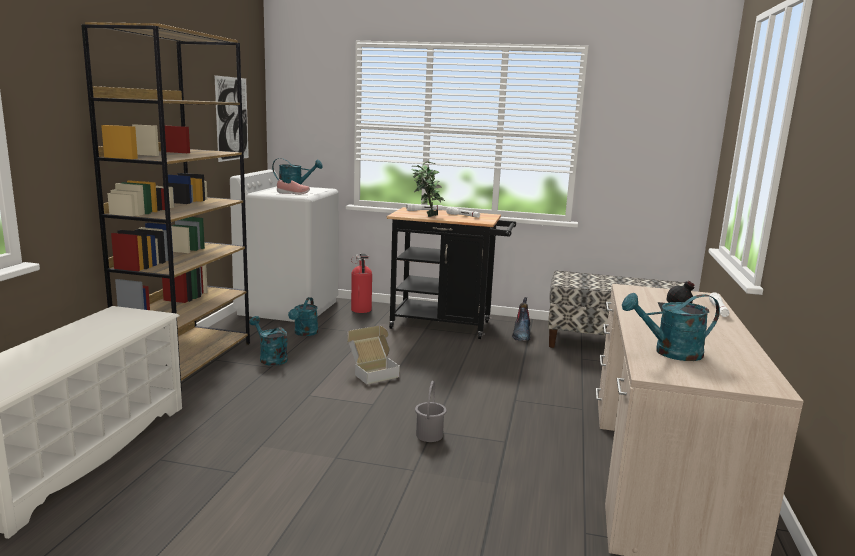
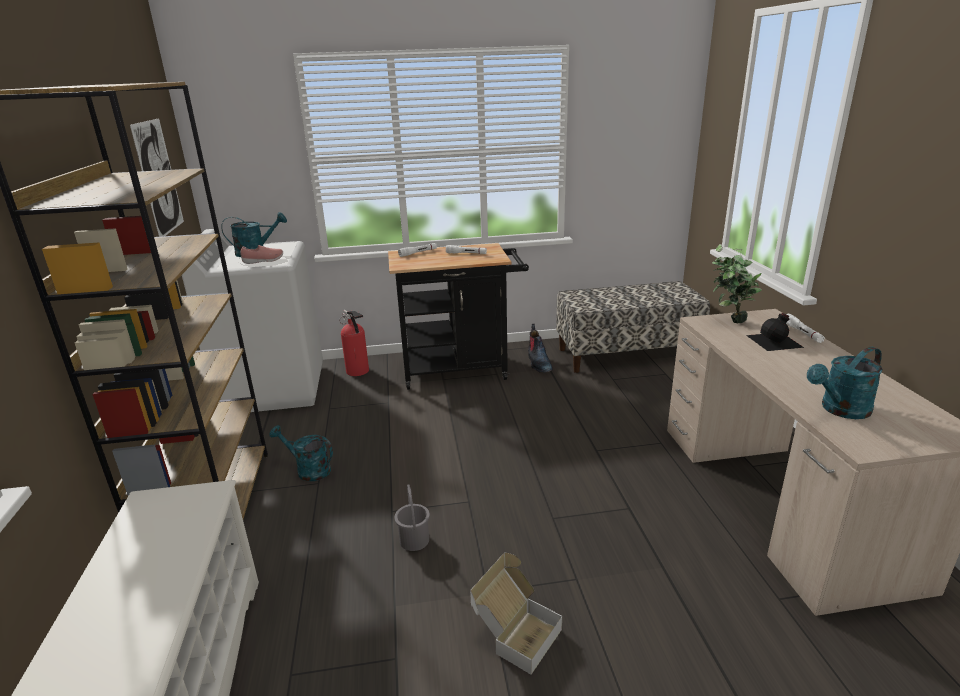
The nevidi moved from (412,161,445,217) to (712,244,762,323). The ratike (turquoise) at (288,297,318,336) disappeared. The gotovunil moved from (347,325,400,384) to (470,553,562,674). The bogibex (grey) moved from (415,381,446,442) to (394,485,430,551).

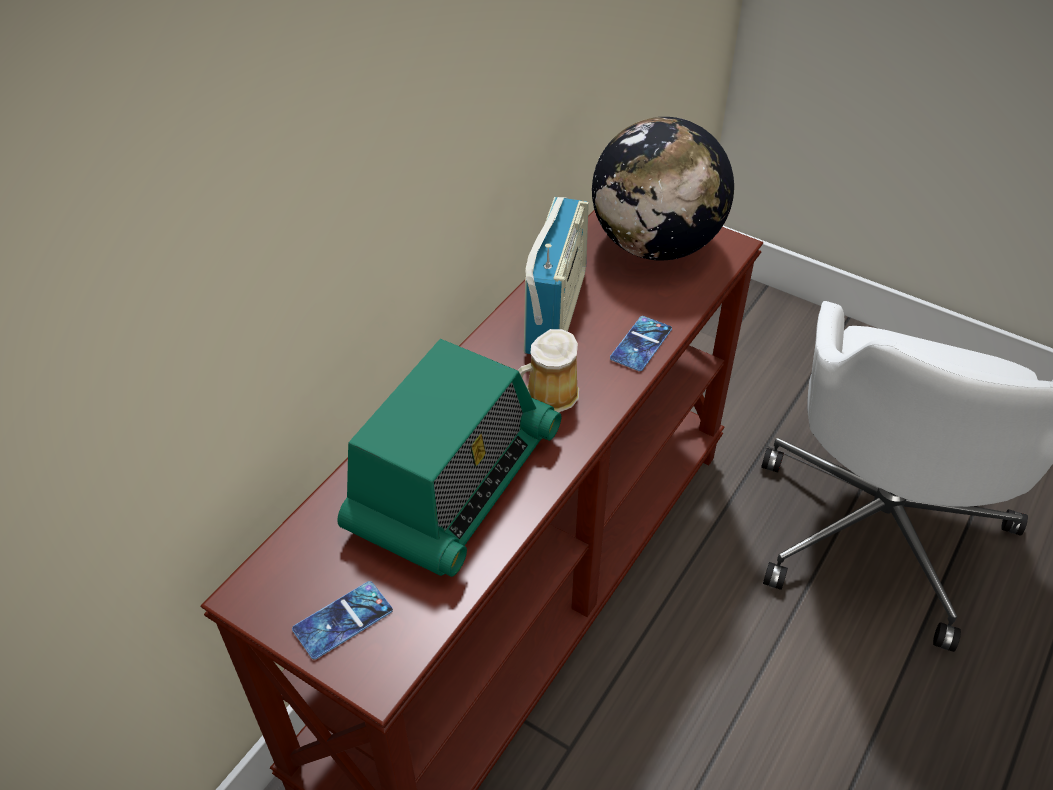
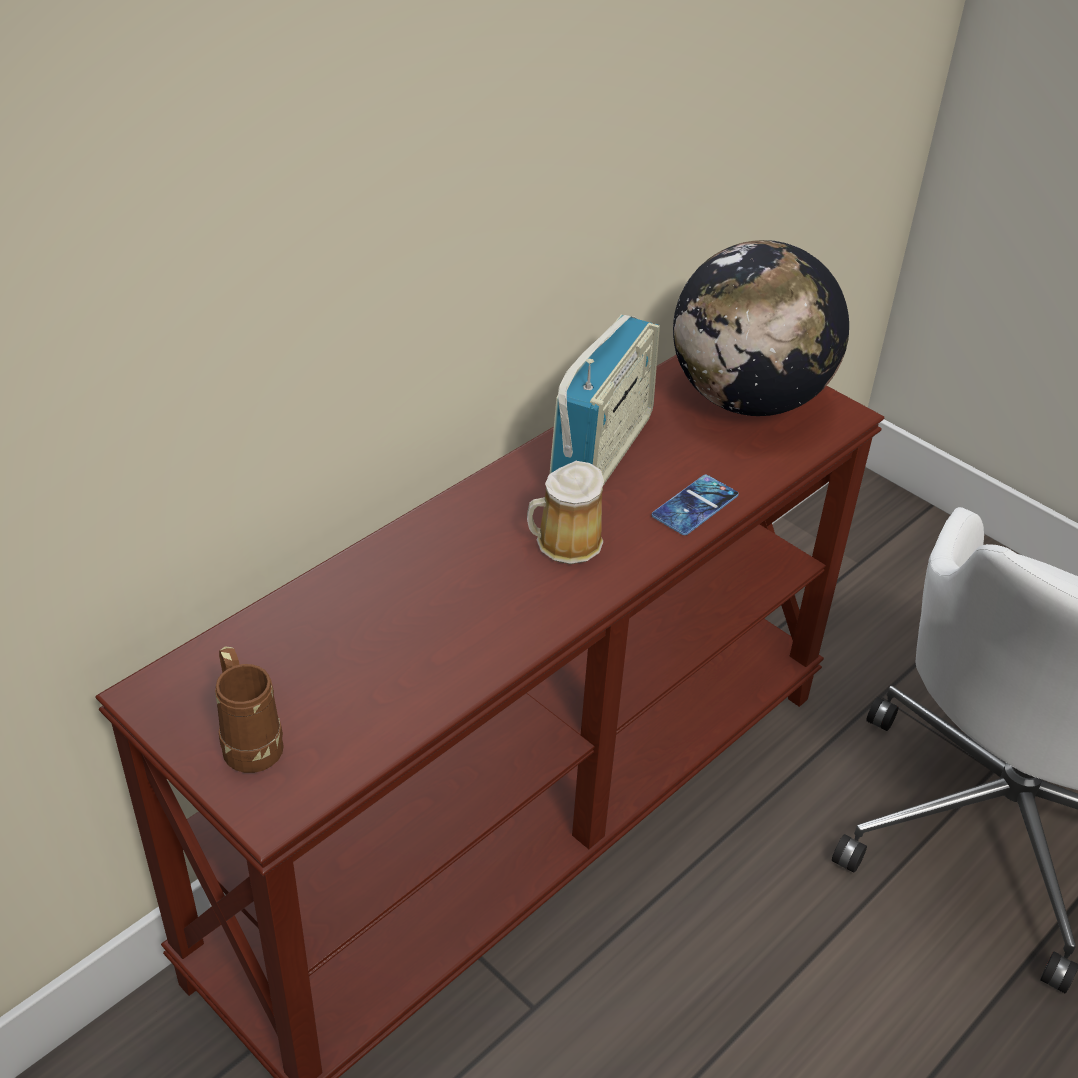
The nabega at (337,339,561,577) disappeared. The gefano at (292,581,393,659) was replaced by the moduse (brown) at (215,646,284,773).

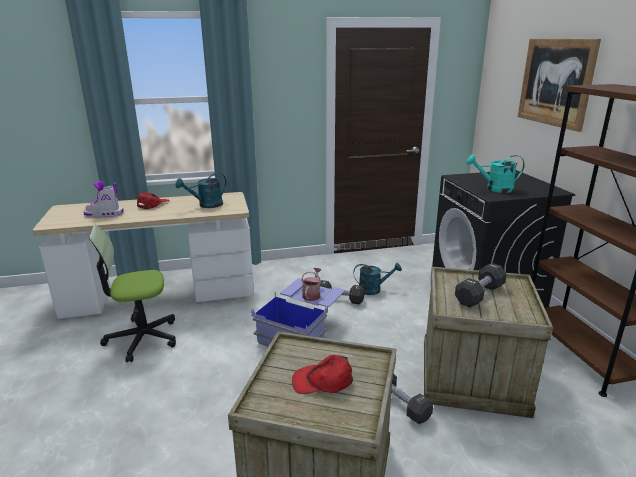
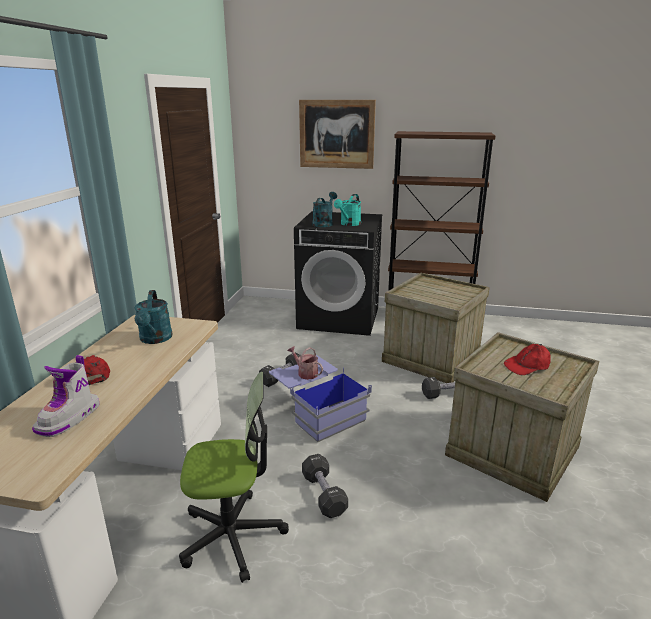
The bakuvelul at (89,225,176,362) turned 105 degrees counterclockwise. The ratike (turquoise) moved from (353,263,402,295) to (312,192,337,227). The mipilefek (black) moved from (455,263,507,307) to (302,454,348,518). The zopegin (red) at (292,355,353,394) turned 45 degrees clockwise.

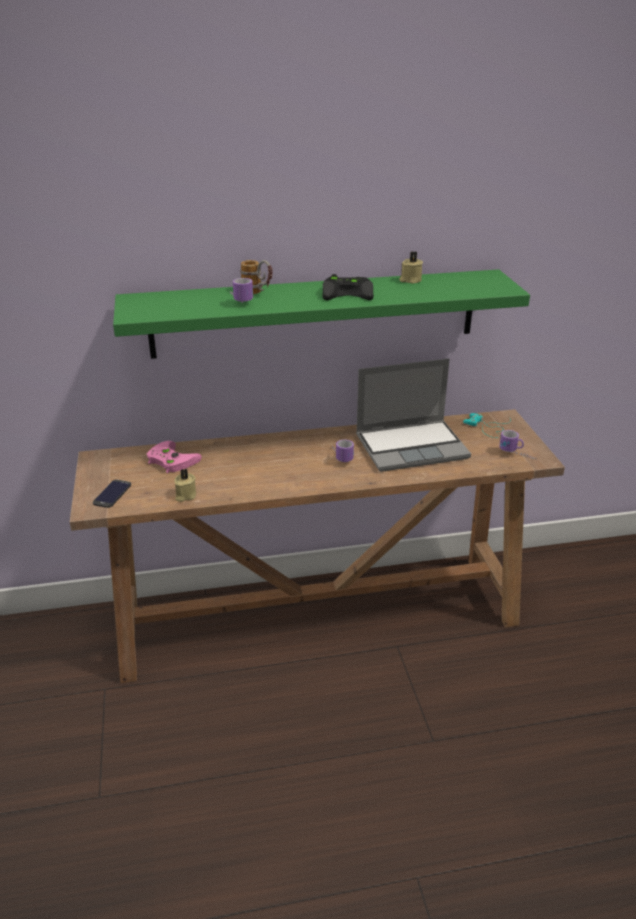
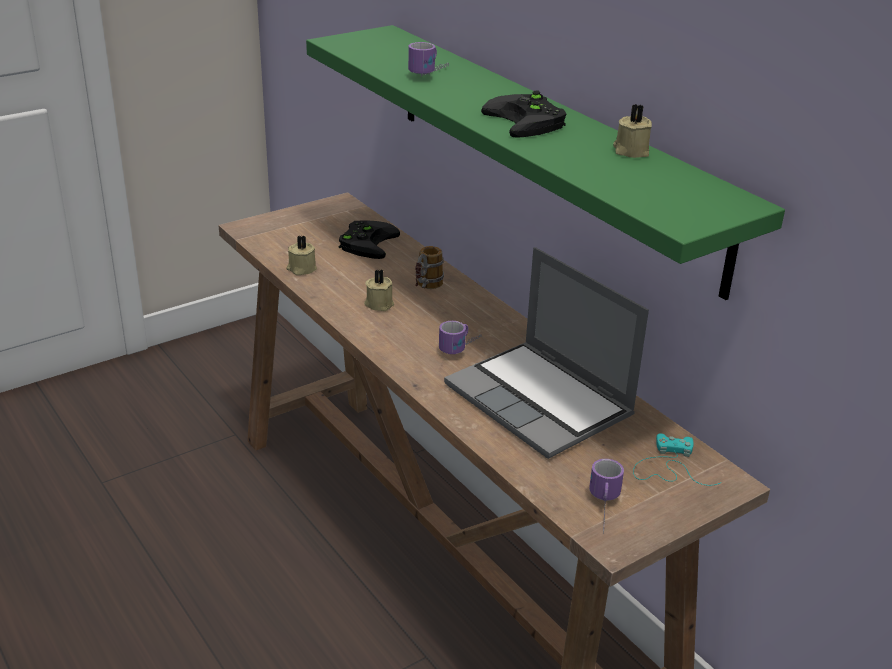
The moduse moved from (240,260,272,294) to (415,246,444,289). The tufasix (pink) at (146,441,202,473) became the tufasix (black) at (339,221,400,259). The gefano at (93,479,131,508) disappeared. The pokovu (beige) at (364,270,394,311) appeared.

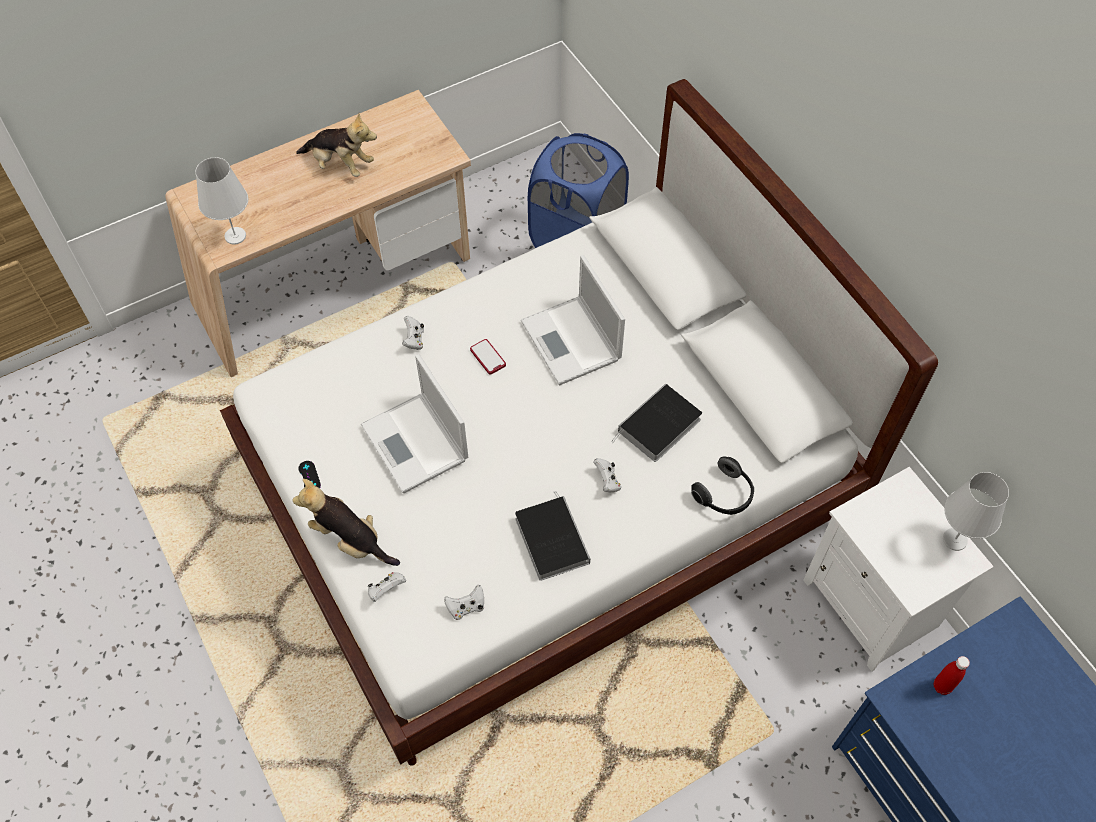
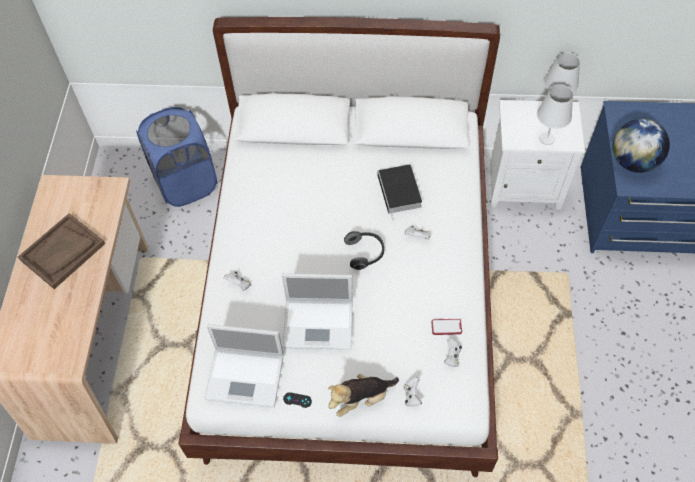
The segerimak at (296,113,377,177) was replaced by the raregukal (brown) at (18,213,105,289). The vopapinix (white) moved from (195,157,248,245) to (537,84,573,145). The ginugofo moved from (521,255,625,385) to (204,324,284,408). The gefano moved from (470,339,506,375) to (432,319,462,335). The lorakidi moved from (691,457,754,515) to (344,231,384,270). The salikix at (515,491,590,581) disappeared. The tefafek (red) at (934,656,970,695) was replaced by the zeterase at (613,119,670,173).

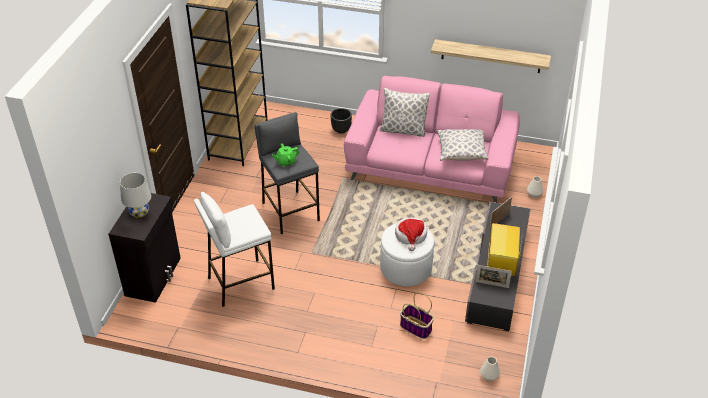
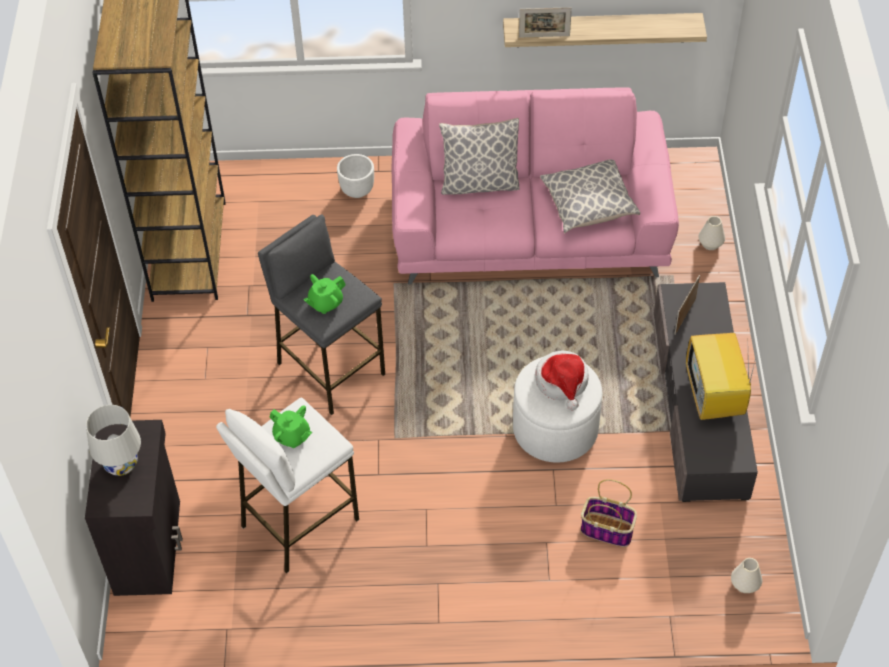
The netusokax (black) at (331,108,352,134) became the netusokax (white) at (337,154,374,198). The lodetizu moved from (475,265,512,288) to (519,7,572,38). The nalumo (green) at (270,405,312,448) appeared.

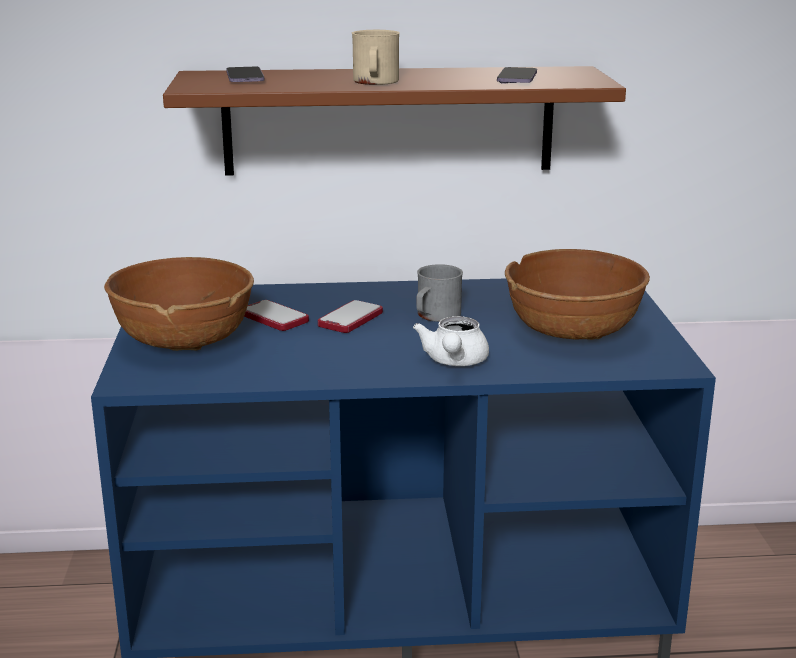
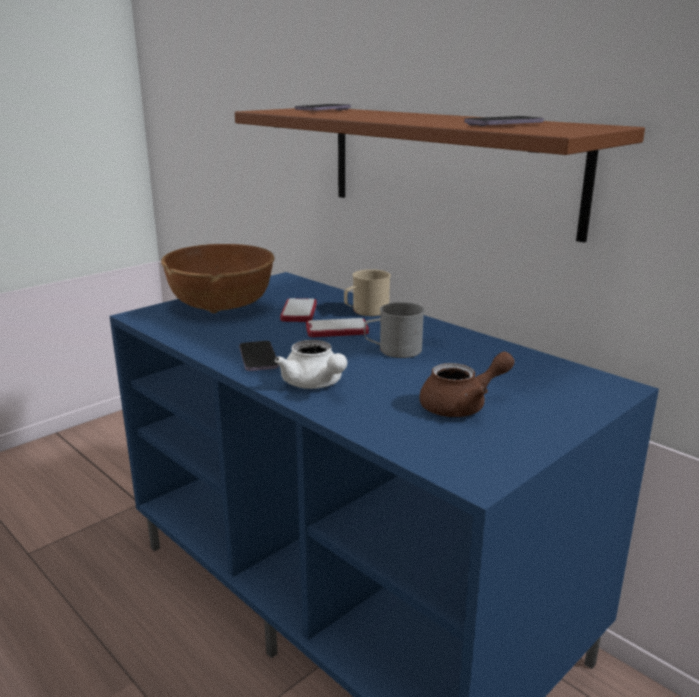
The moduse (beige) moved from (352,30,400,85) to (344,269,391,316). The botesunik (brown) at (505,249,650,340) was replaced by the nalumo (brown) at (419,351,515,417). The nalumo (white) at (413,316,489,366) turned 90 degrees counterclockwise. The gefano at (239,341,279,371) appeared.

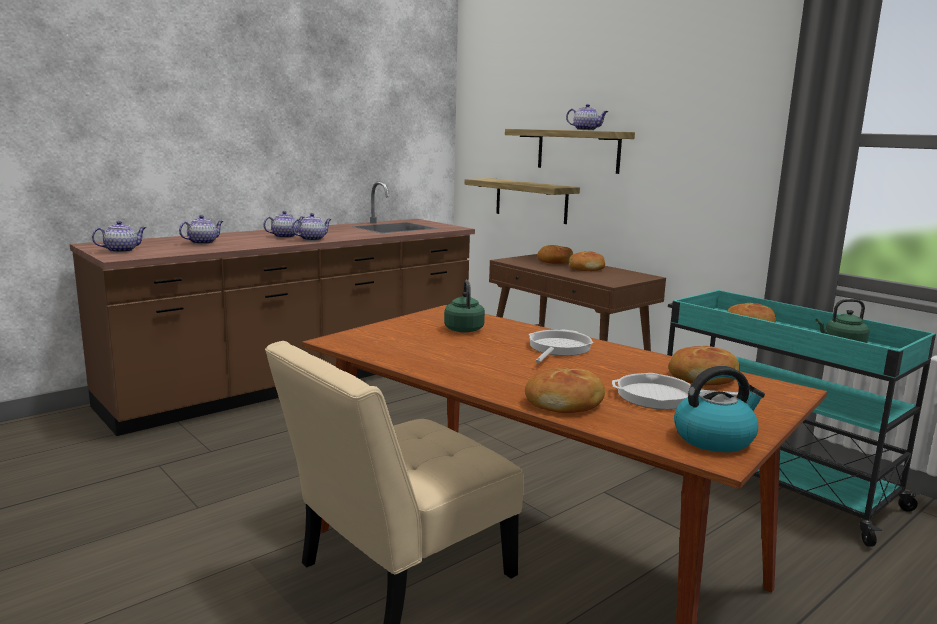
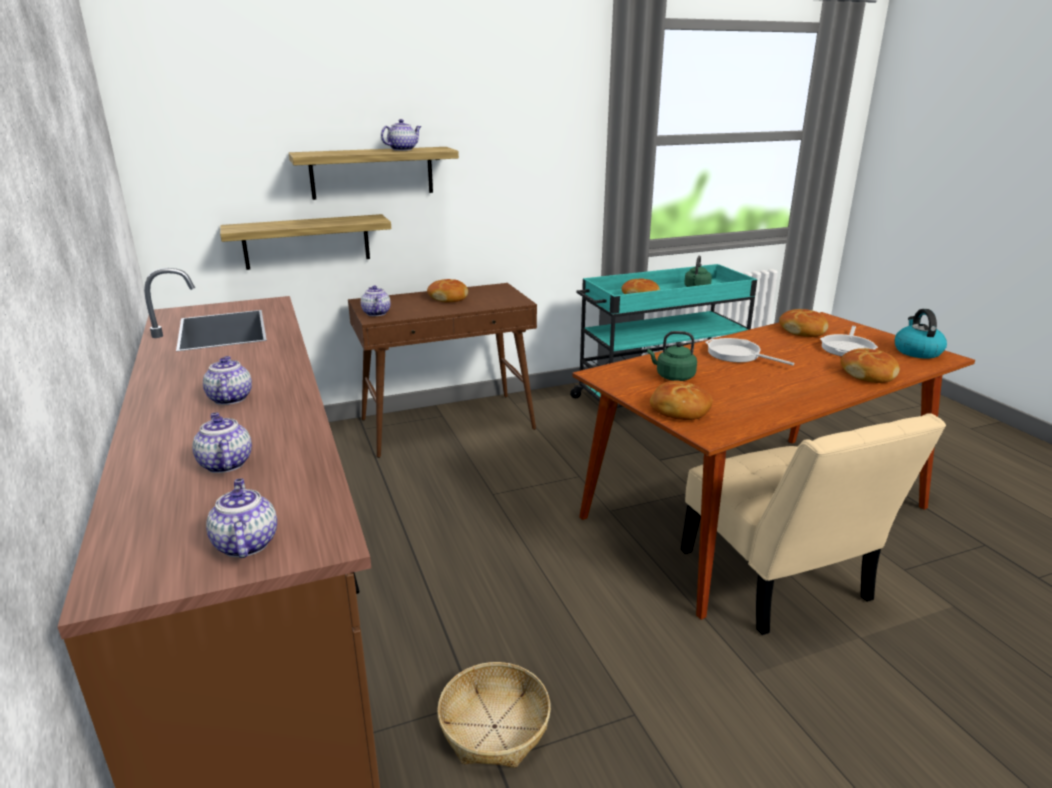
The nalumo moved from (292,213,331,241) to (361,286,391,316). The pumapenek moved from (537,245,573,264) to (650,380,713,420). The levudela at (437,662,551,768) appeared.

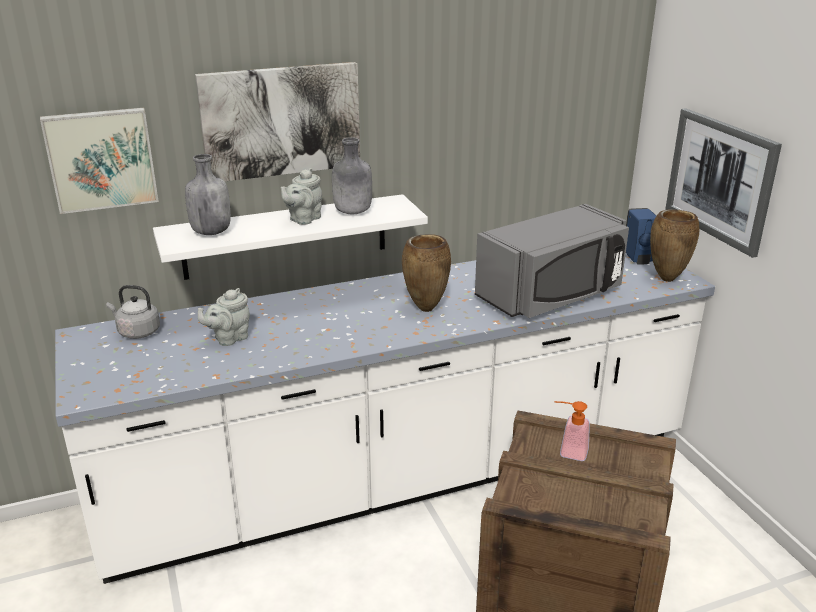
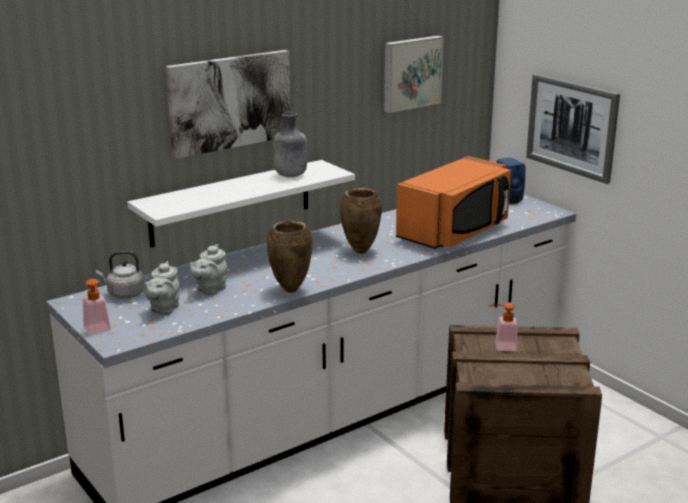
The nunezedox moved from (40,108,159,214) to (384,36,444,113). The tefafek (grey) at (185,154,231,235) disappeared. The nalumo (grey) moved from (281,168,322,225) to (144,261,180,315). The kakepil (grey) at (475,204,629,318) became the kakepil (orange) at (396,156,511,249). The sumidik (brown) moved from (650,209,700,282) to (267,221,312,293). The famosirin at (83,279,111,335) appeared.

